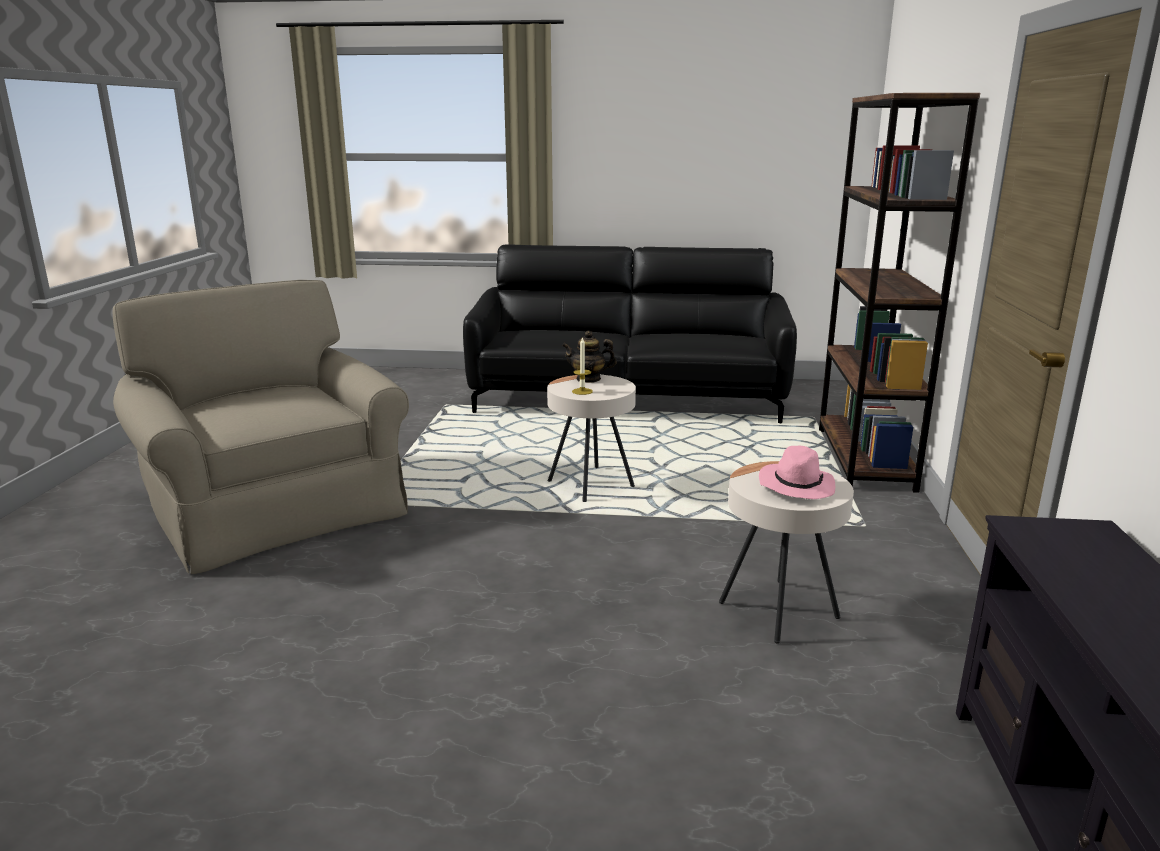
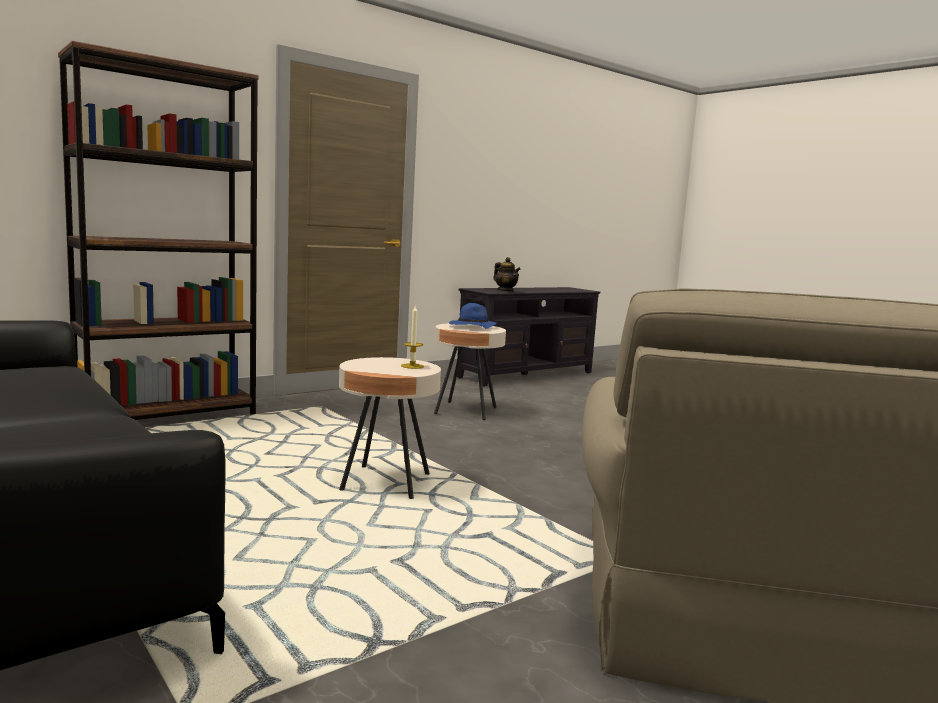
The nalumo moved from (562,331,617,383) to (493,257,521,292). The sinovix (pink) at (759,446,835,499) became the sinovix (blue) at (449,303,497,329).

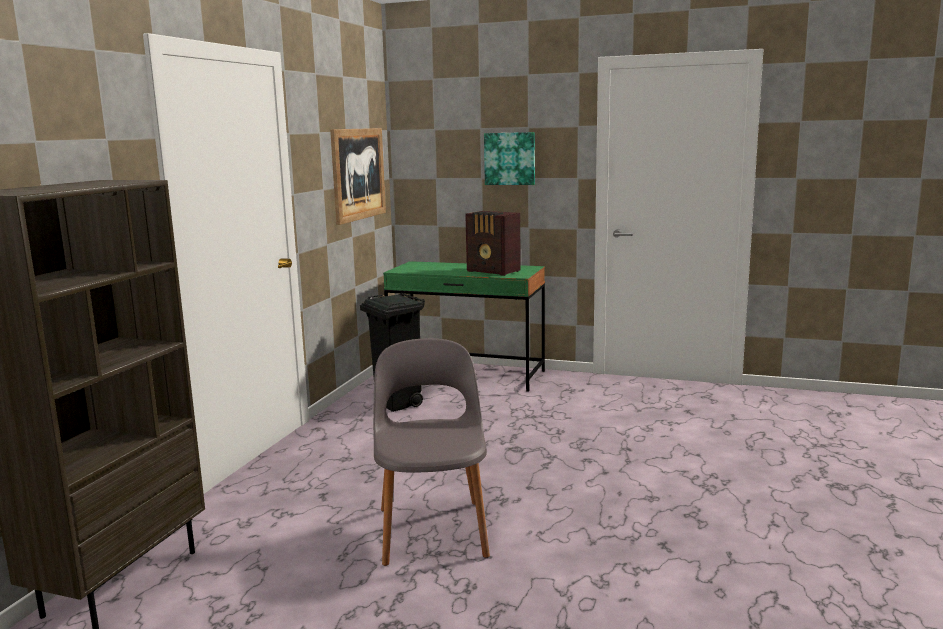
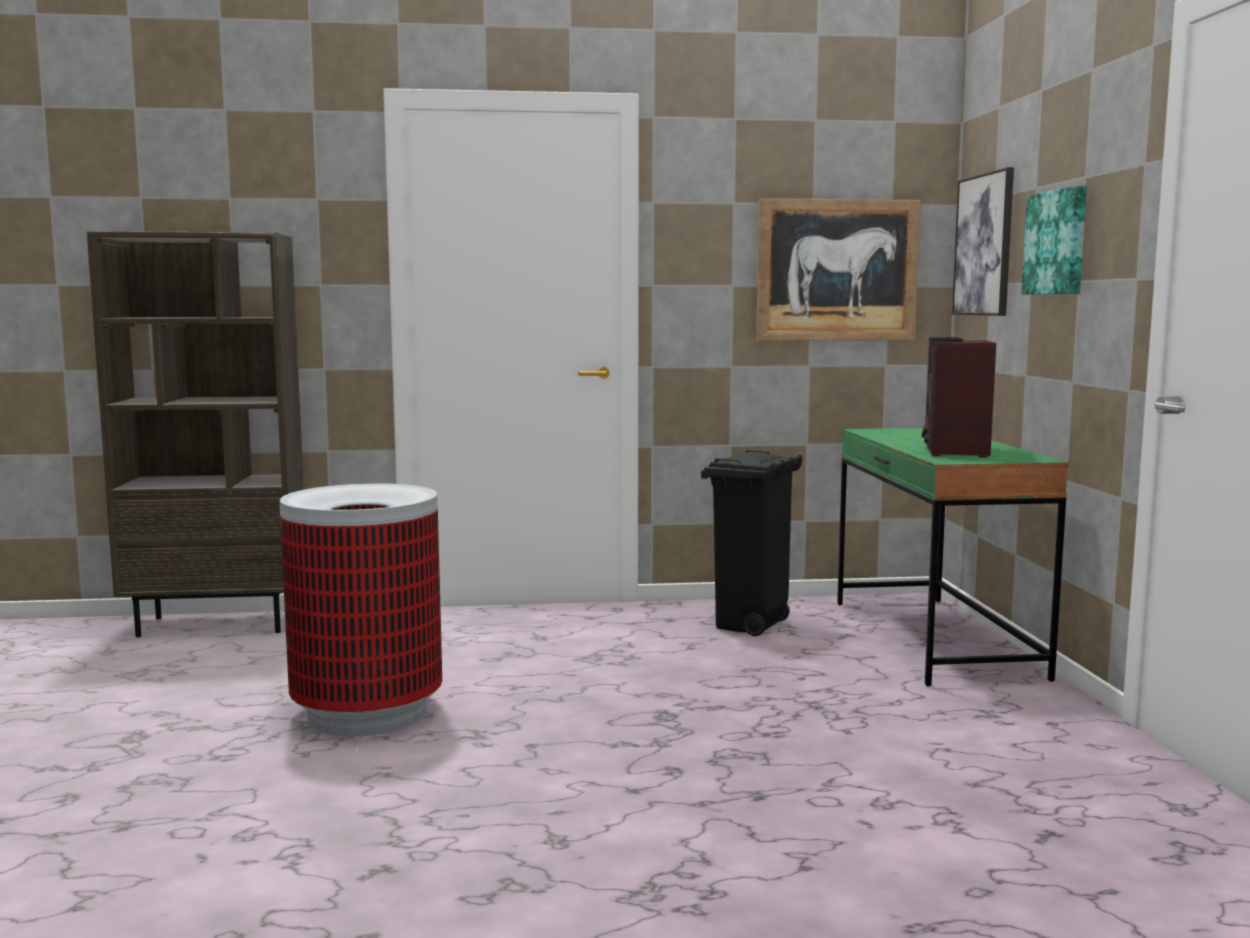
The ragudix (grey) at (373,338,490,566) was replaced by the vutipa at (280,483,442,737). The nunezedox at (952,167,1014,316) appeared.

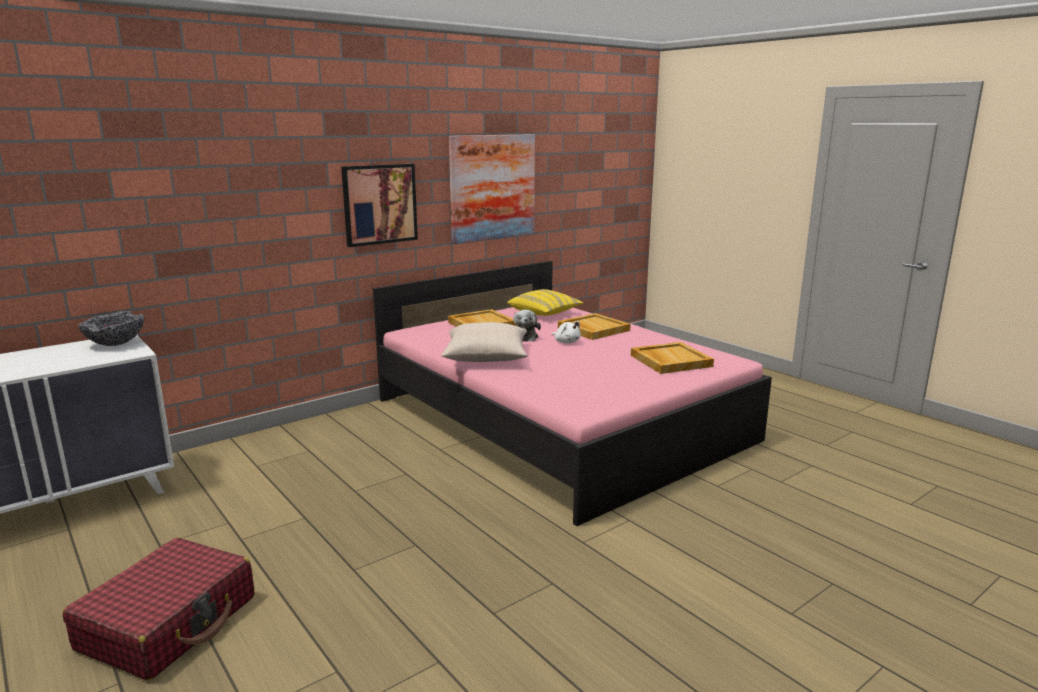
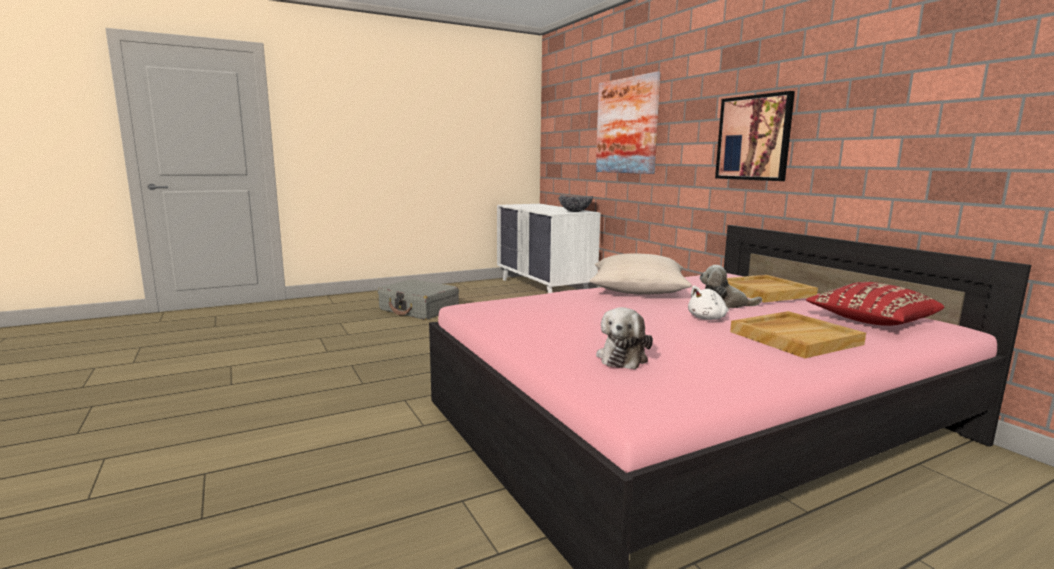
The nunezedox moved from (449,134,535,244) to (596,72,661,174). The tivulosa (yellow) at (507,289,583,316) became the tivulosa (red) at (806,282,944,326). The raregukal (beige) at (631,342,714,374) was replaced by the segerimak at (596,307,653,370). The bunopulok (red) at (62,538,254,681) became the bunopulok (grey) at (378,279,459,320).

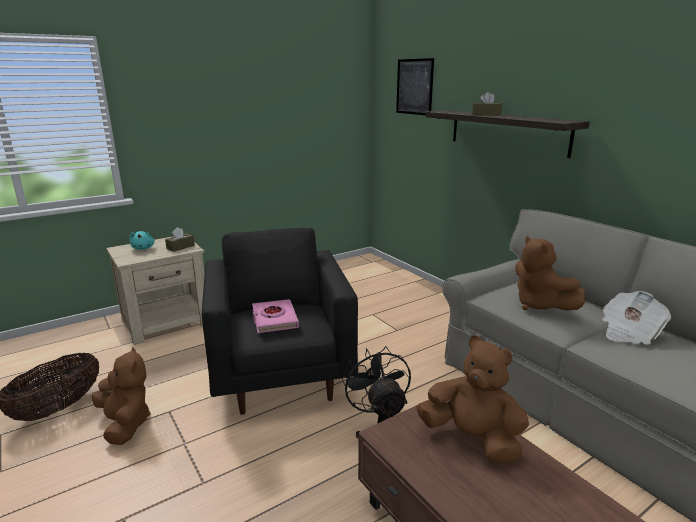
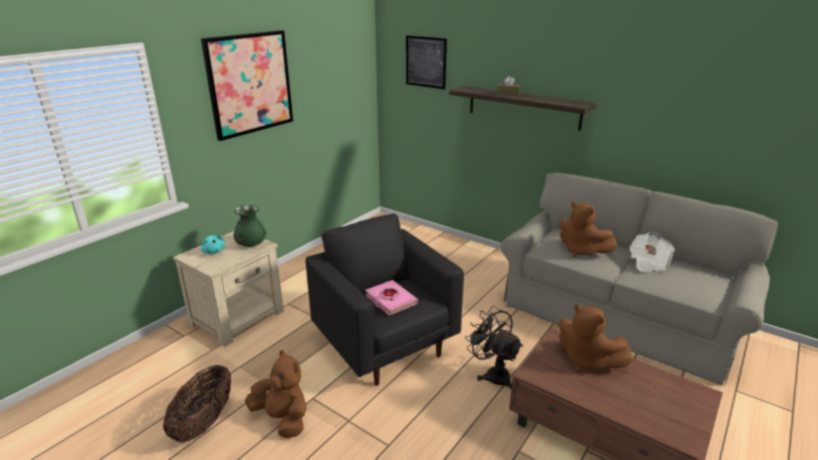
The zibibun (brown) at (165,227,195,252) was replaced by the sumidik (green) at (233,205,266,247). The segerimak (brown) at (416,335,529,464) turned 150 degrees counterclockwise. The nunezedox at (201,30,293,141) appeared.

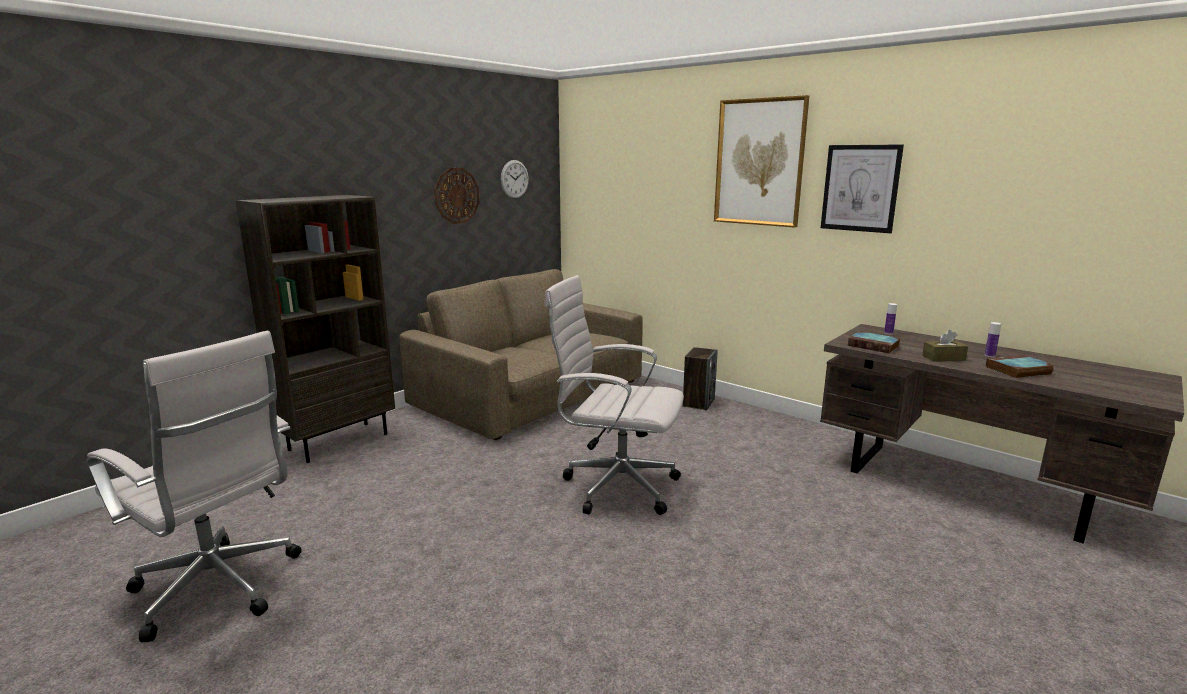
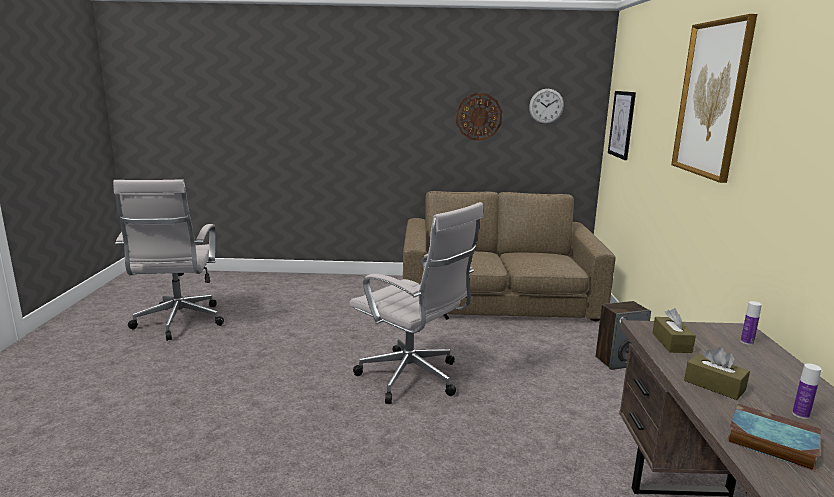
The nunezedox moved from (821,144,904,233) to (608,91,636,160). The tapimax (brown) at (235,195,395,463) disappeared. The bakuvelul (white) at (544,275,684,515) turned 150 degrees clockwise. The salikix at (848,331,901,354) was replaced by the zibibun (brown) at (652,308,696,353).

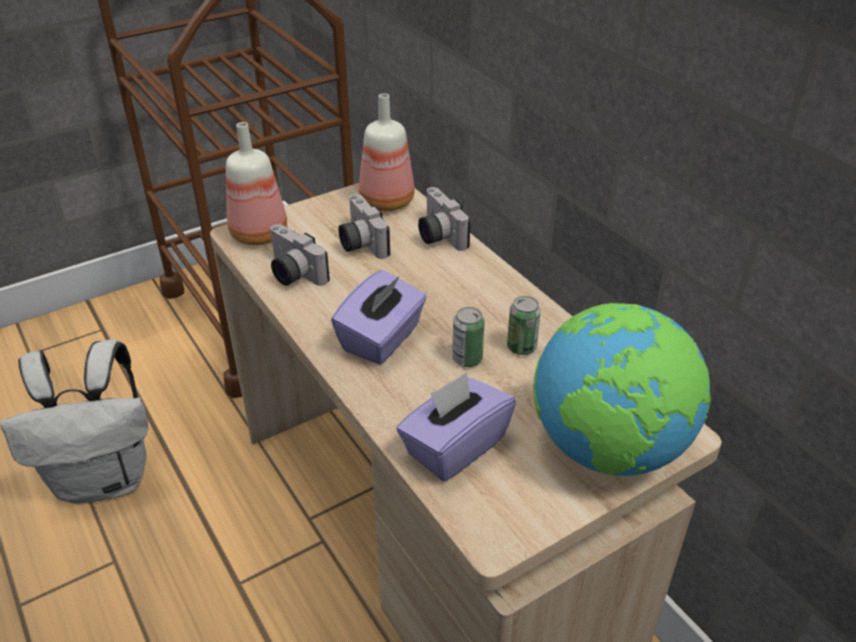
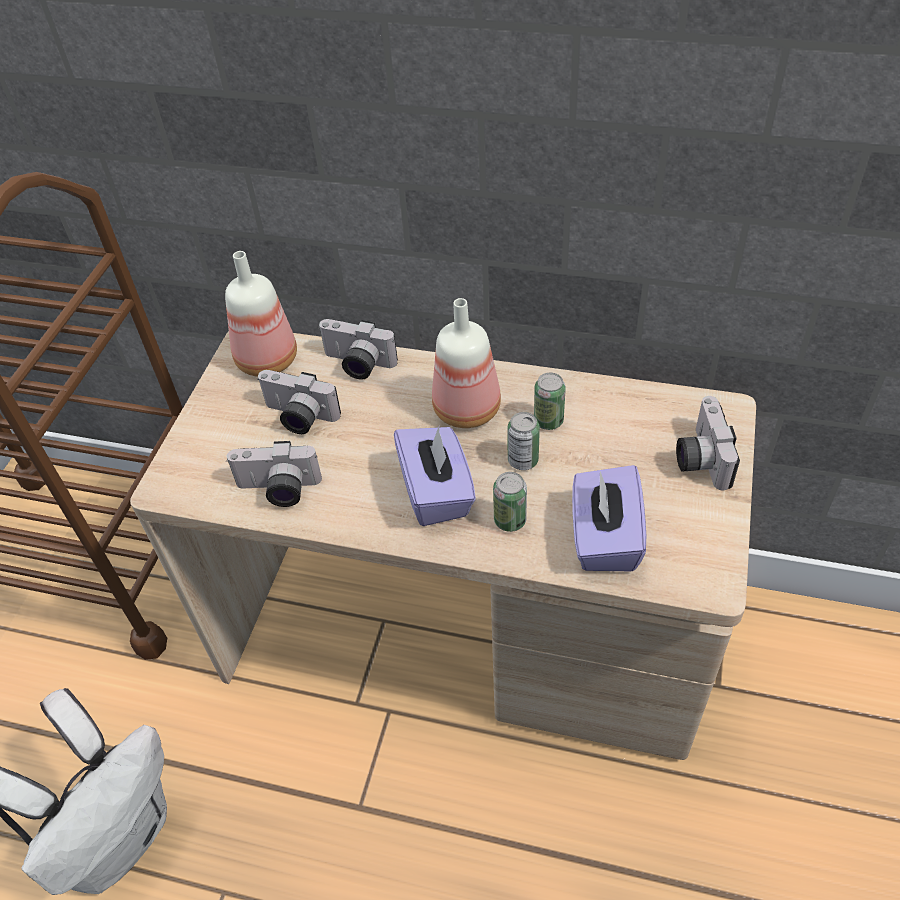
The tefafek moved from (226,122,287,245) to (432,298,501,428). The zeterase at (533,303,711,476) was replaced by the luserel at (676,396,740,490). The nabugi at (493,472,527,532) appeared.

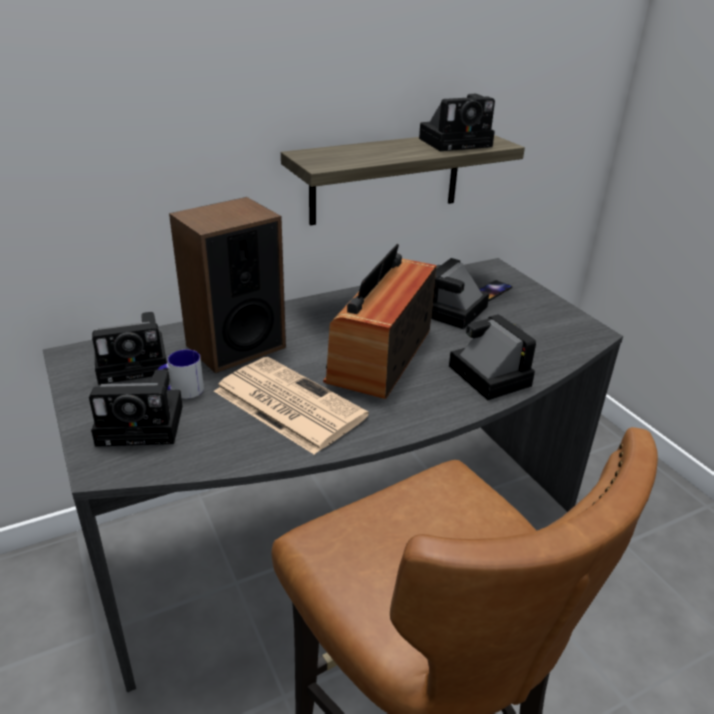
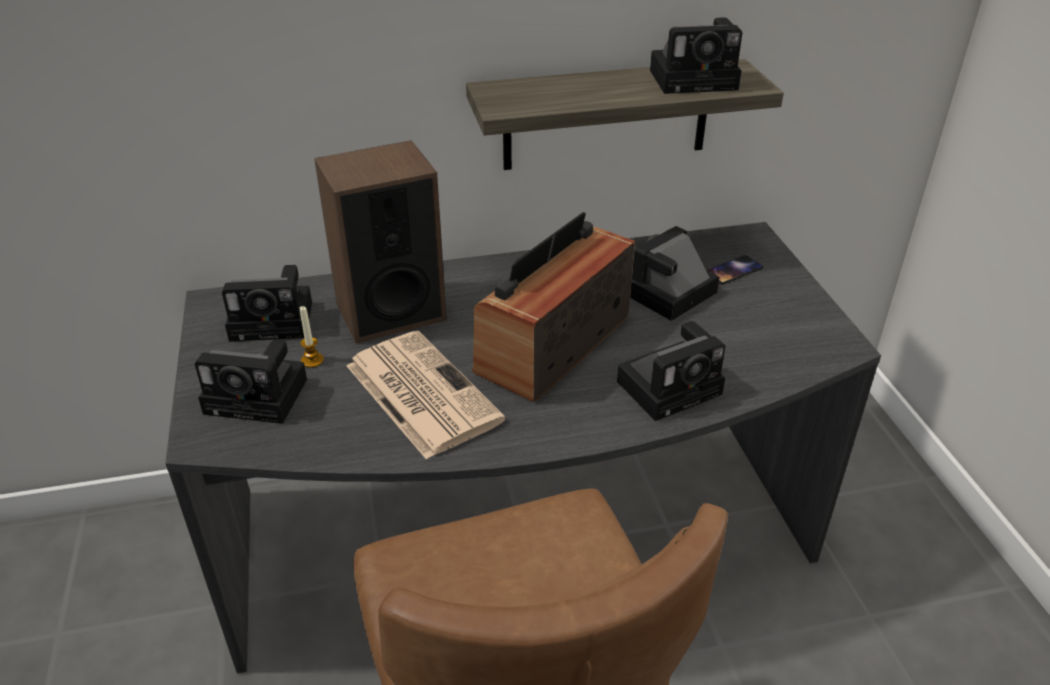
The luserel at (449,314,536,400) turned 75 degrees clockwise. The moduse at (157,350,204,399) was replaced by the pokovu at (300,306,324,368).

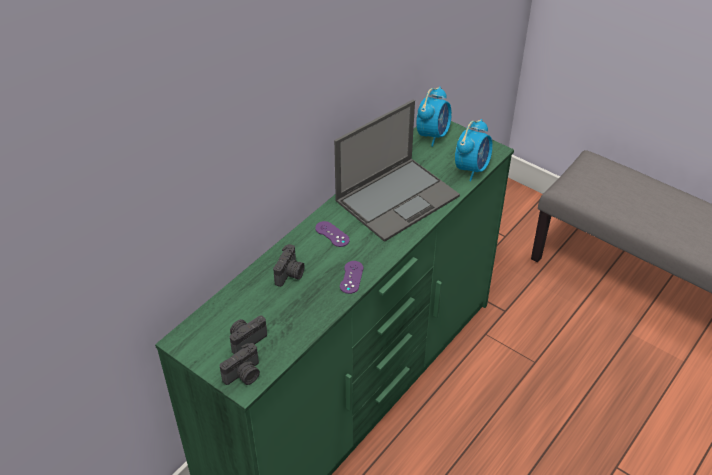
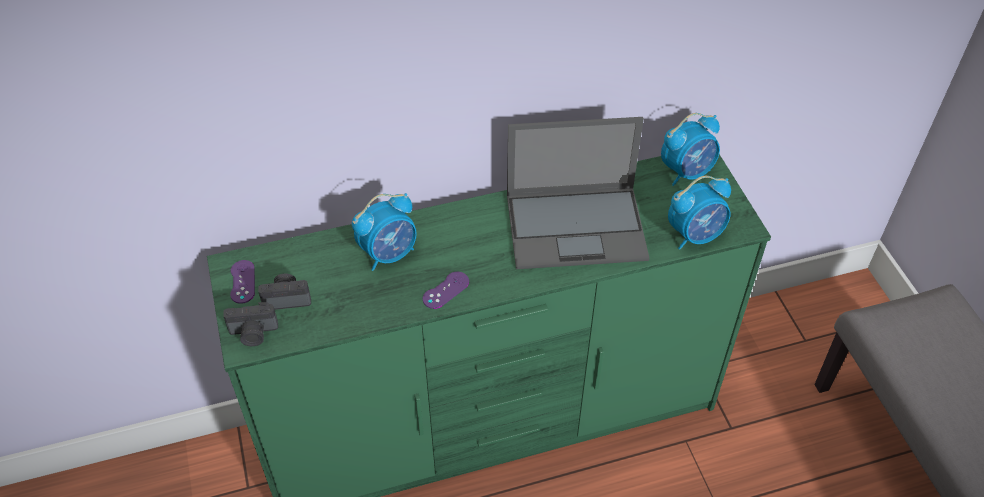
The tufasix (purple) moved from (315,221,350,247) to (230,260,255,304). The luserel at (273,244,305,287) was replaced by the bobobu at (352,193,417,271).

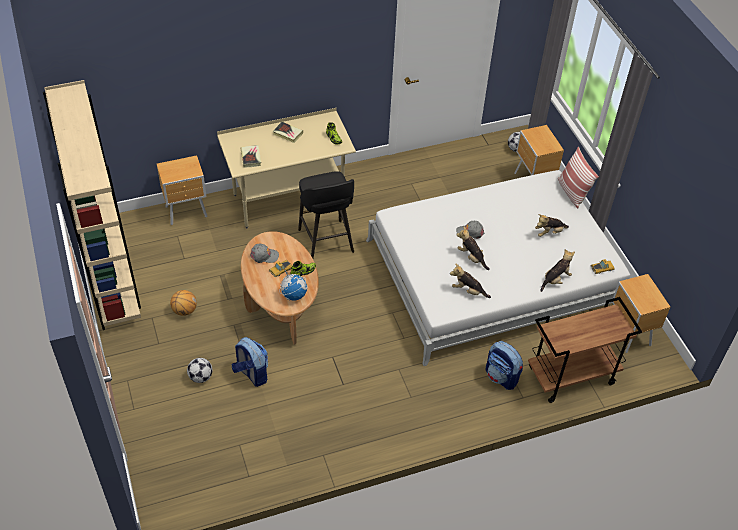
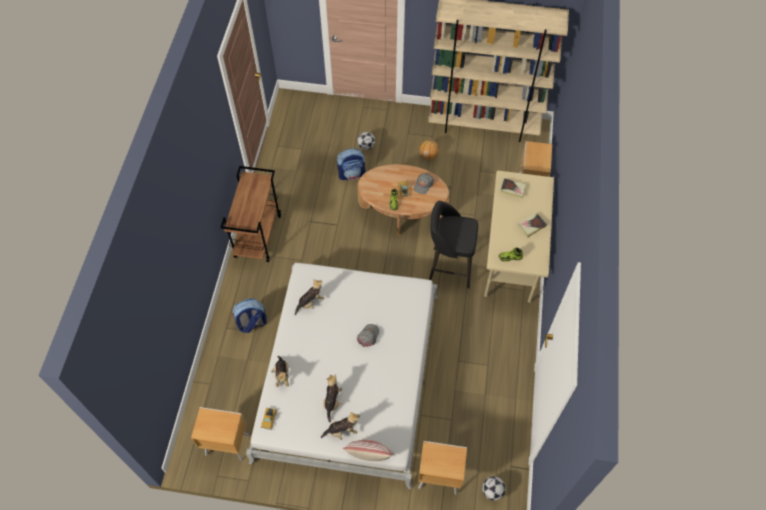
The segerimak moved from (457,226,490,270) to (321,412,360,440). The zeterase at (279,270,308,301) disappeared. The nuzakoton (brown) moved from (528,297,642,403) to (220,166,281,262).

